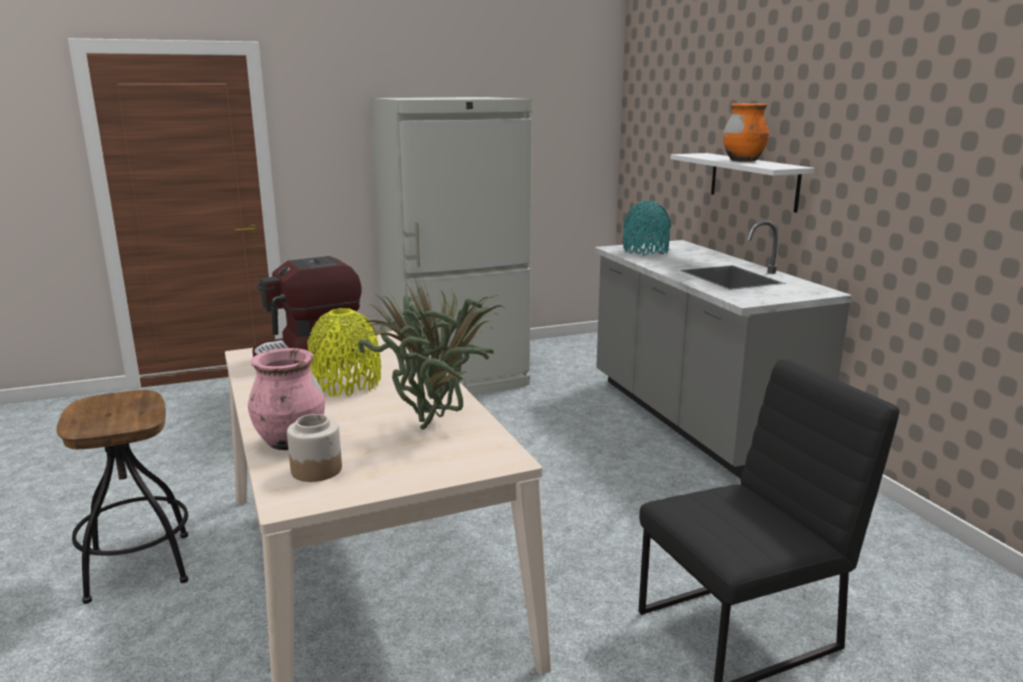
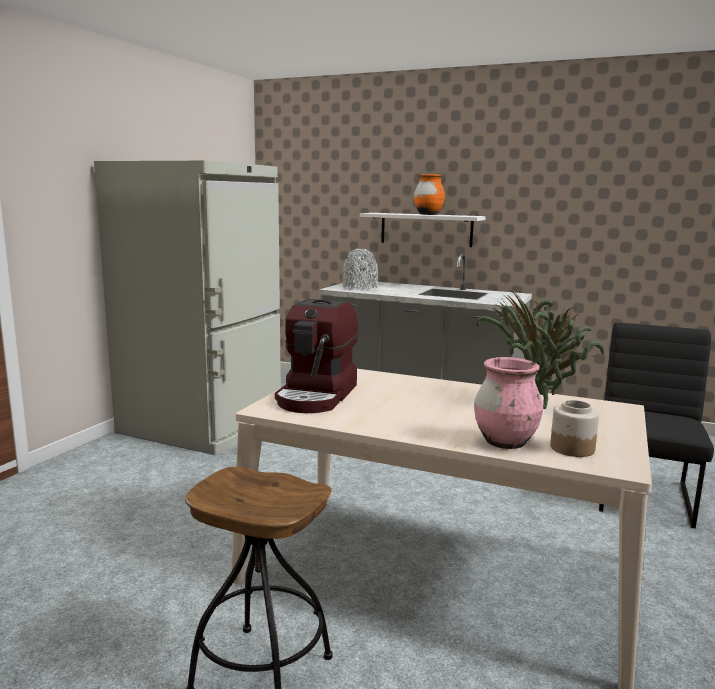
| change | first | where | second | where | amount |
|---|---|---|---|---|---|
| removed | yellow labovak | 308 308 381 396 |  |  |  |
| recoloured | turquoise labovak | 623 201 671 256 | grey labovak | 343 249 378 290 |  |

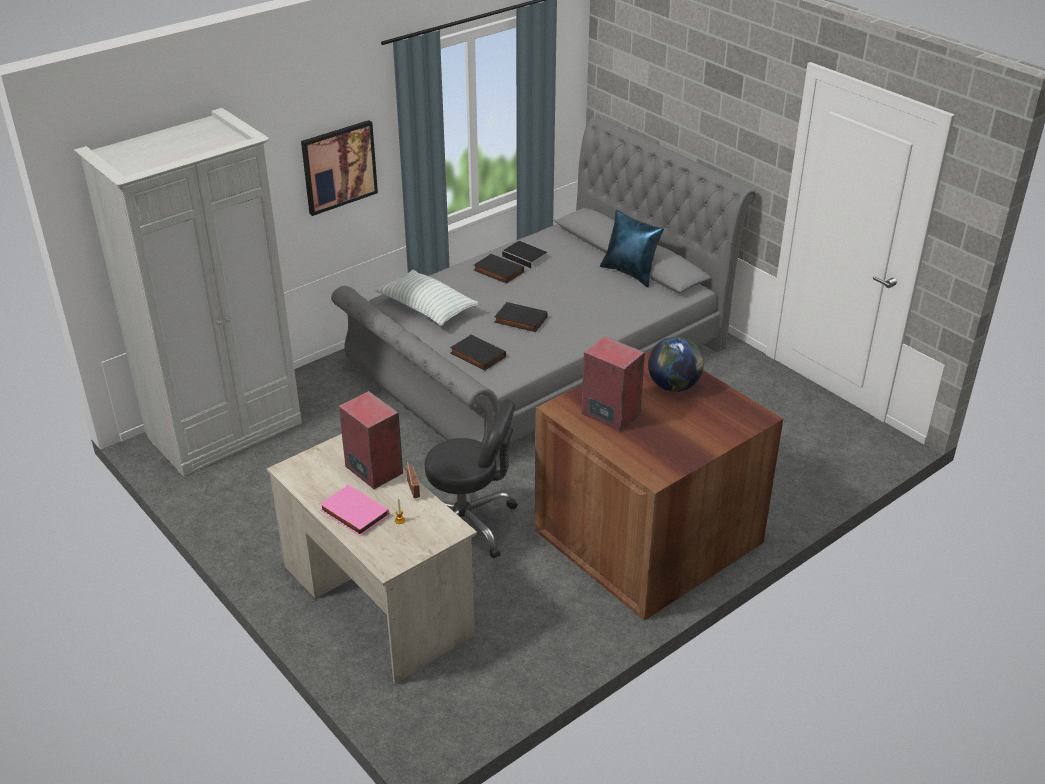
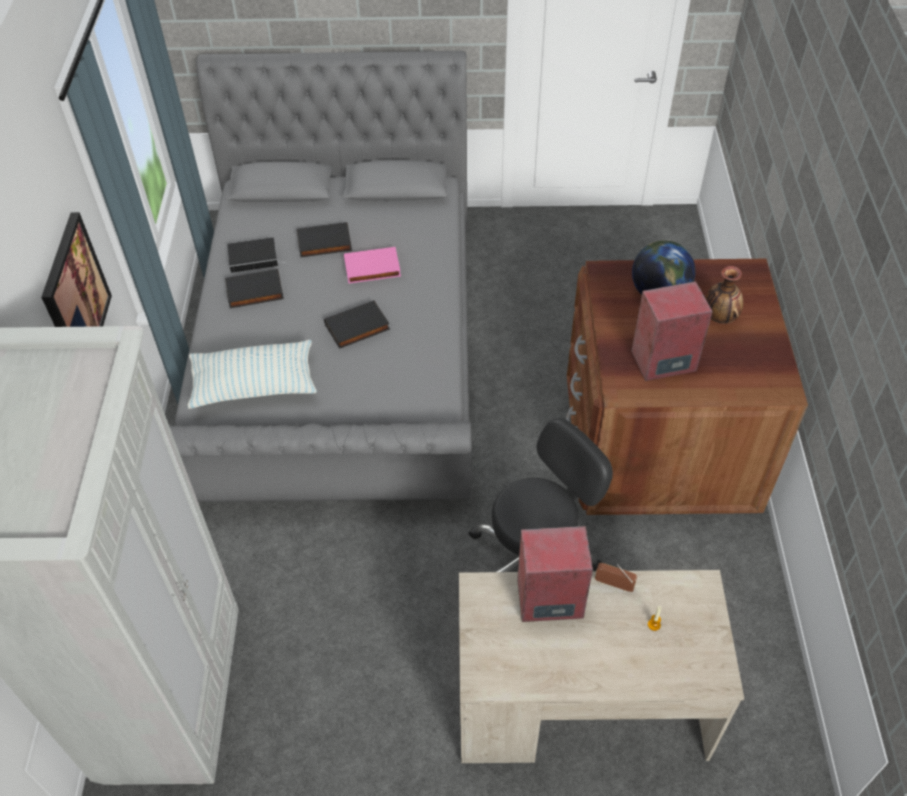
| change | first | where | second | where | amount |
|---|---|---|---|---|---|
| removed | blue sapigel | 600 210 664 287 |  |  |  |
| added |  |  | labovak | 705 266 743 324 |  |
| moved | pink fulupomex | 320 485 389 536 |  | 344 247 401 283 |  |
| moved | black fulupomex | 450 334 506 371 |  | 297 222 352 257 |  |

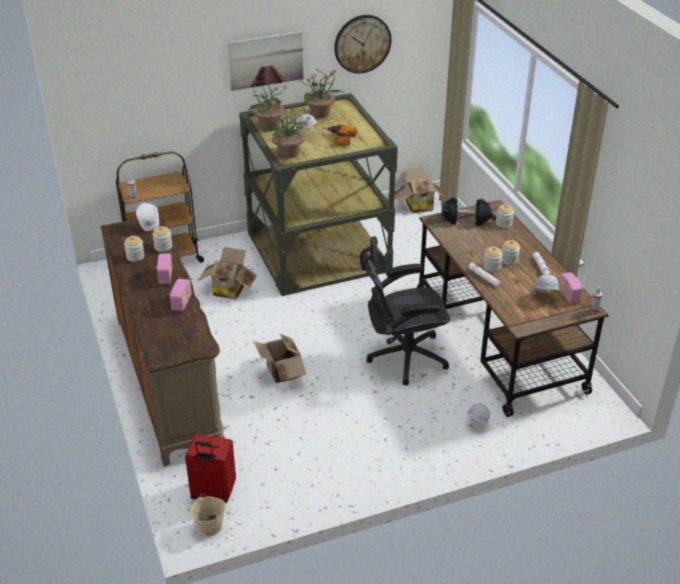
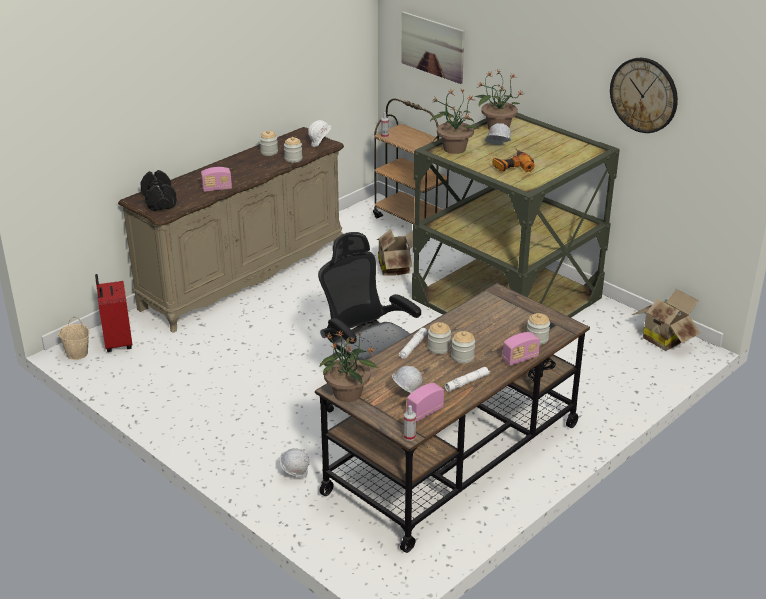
| change | first | where | second | where | amount |
|---|---|---|---|---|---|
| removed | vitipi | 253 334 306 383 |  |  |  |
| moved | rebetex | 157 253 172 284 |  | 502 332 540 366 |  |
| moved | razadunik | 228 31 303 91 |  | 401 12 465 84 |  |
| moved | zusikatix | 299 68 343 118 |  | 320 330 378 402 |  |
| moved | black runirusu | 441 197 492 226 |  | 140 170 177 211 |  |

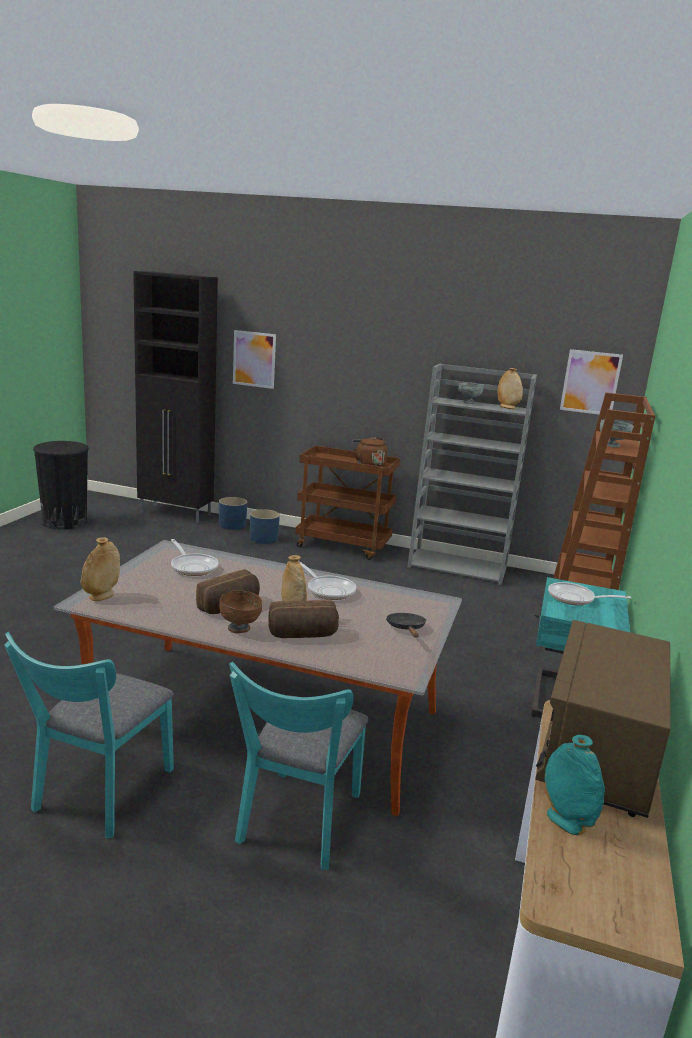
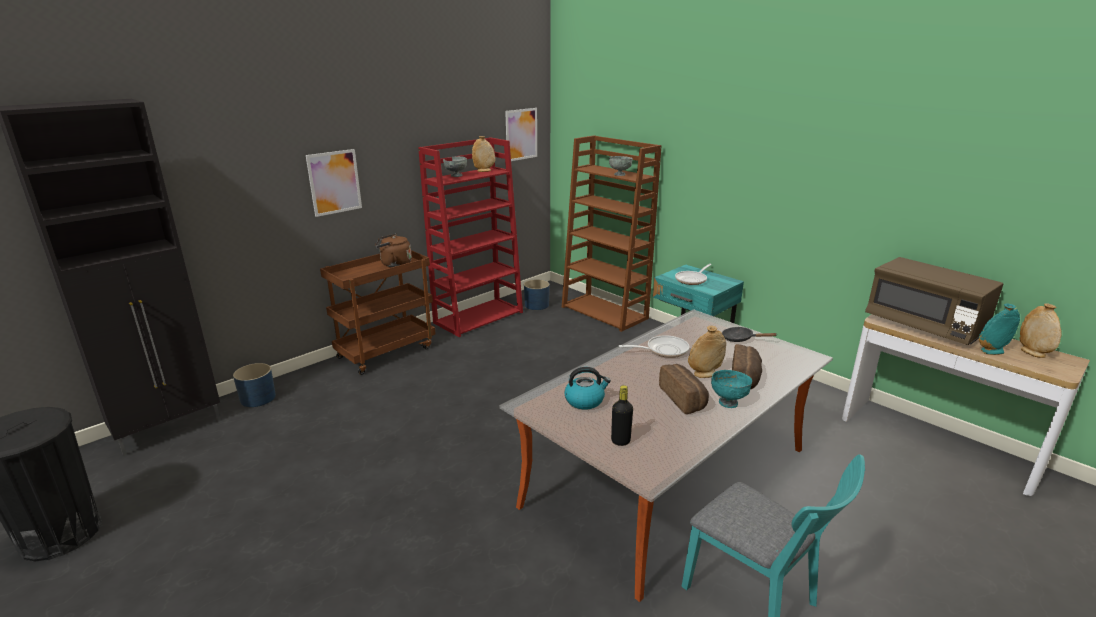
| change | first | where | second | where | amount |
|---|---|---|---|---|---|
| removed | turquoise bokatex | 229 662 368 870 |  |  |  |
| added |  |  | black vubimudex | 611 385 633 446 |  |
| moved | beige labovak | 81 537 120 601 |  | 1019 303 1061 358 |  |
| moved | razadunik | 233 330 276 389 |  | 306 149 362 217 |  |
| moved | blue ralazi | 250 509 280 544 |  | 524 279 550 310 |  |
| replaced | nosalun | 171 539 219 576 | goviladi | 565 367 611 410 |  |
| recoloured | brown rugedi | 219 591 262 633 | turquoise rugedi | 711 370 752 408 |  |
| recoloured | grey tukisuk | 407 363 537 585 | red tukisuk | 418 137 523 337 |  |

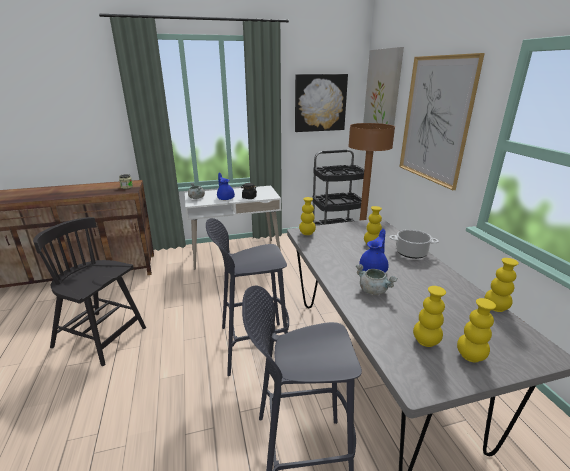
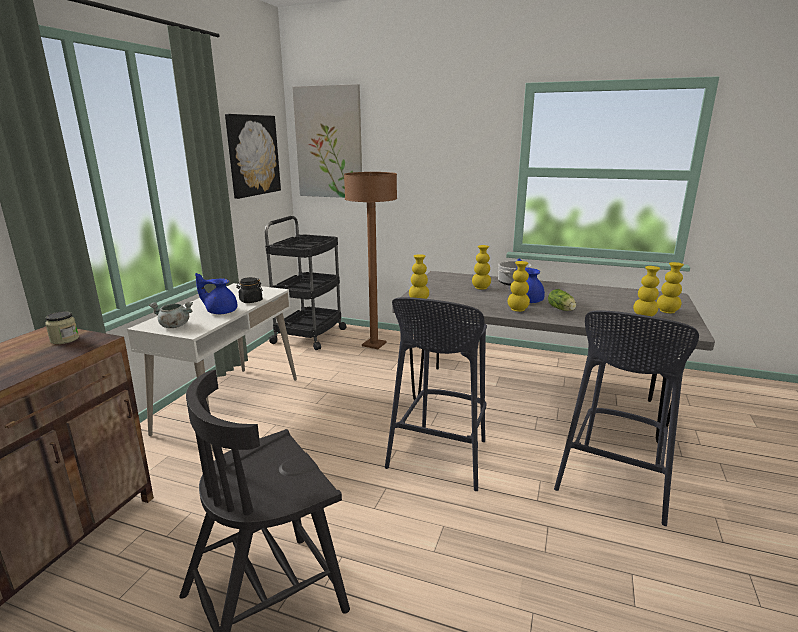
| change | first | where | second | where | amount |
|---|---|---|---|---|---|
| removed | razadunik | 399 53 485 190 |  |  |  |
| moved | yellow labovak | 485 258 519 312 |  | 508 261 530 312 |  |
| replaced | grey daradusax | 356 264 398 295 | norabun | 548 289 576 311 |  |

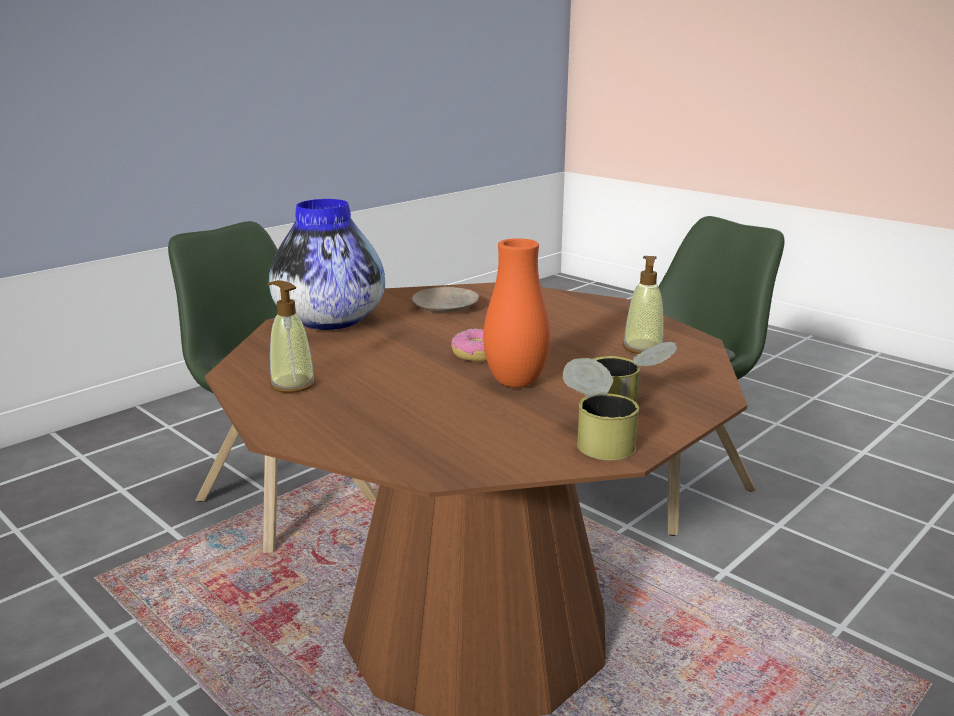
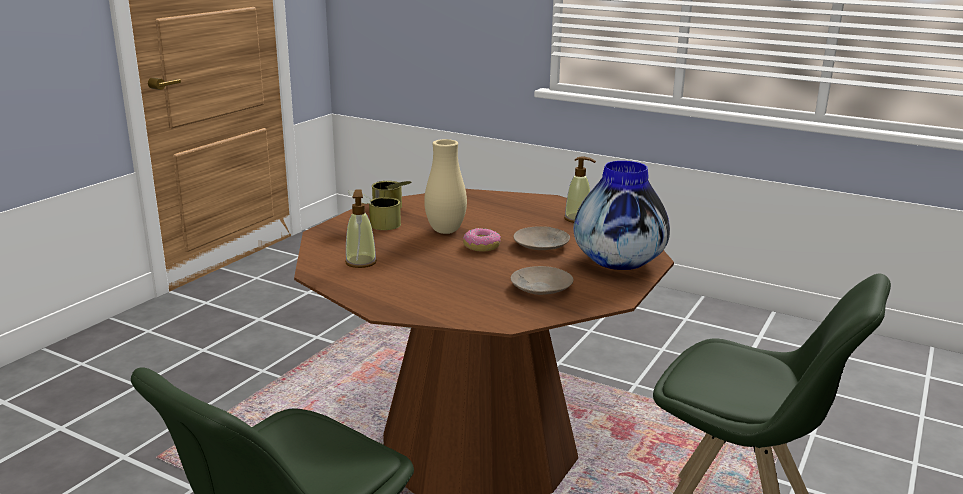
| change | first | where | second | where | amount |
|---|---|---|---|---|---|
| added |  |  | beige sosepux | 513 226 570 250 |  |
| recoloured | orange labovak | 483 238 551 388 | beige labovak | 424 139 467 234 |  |

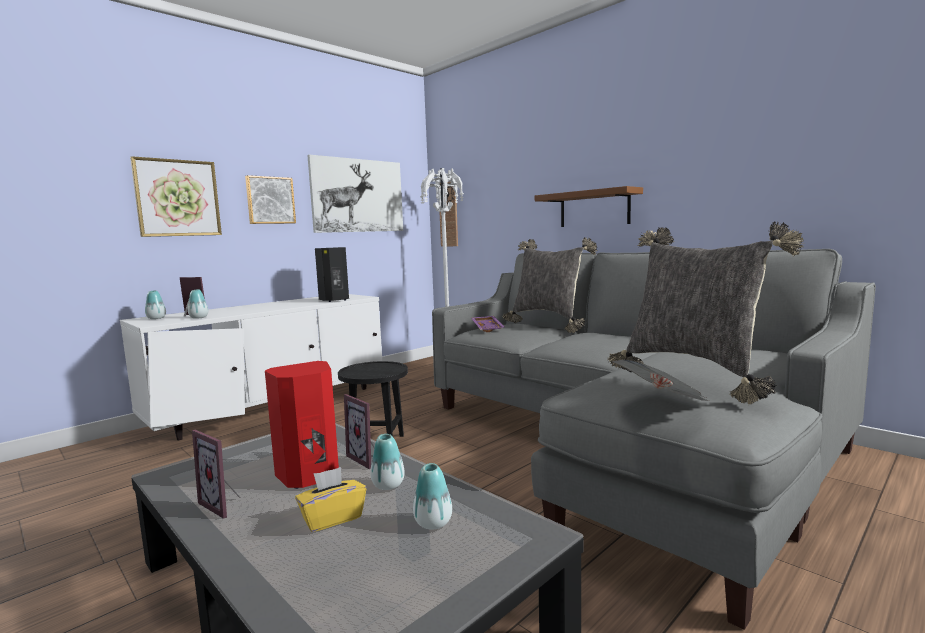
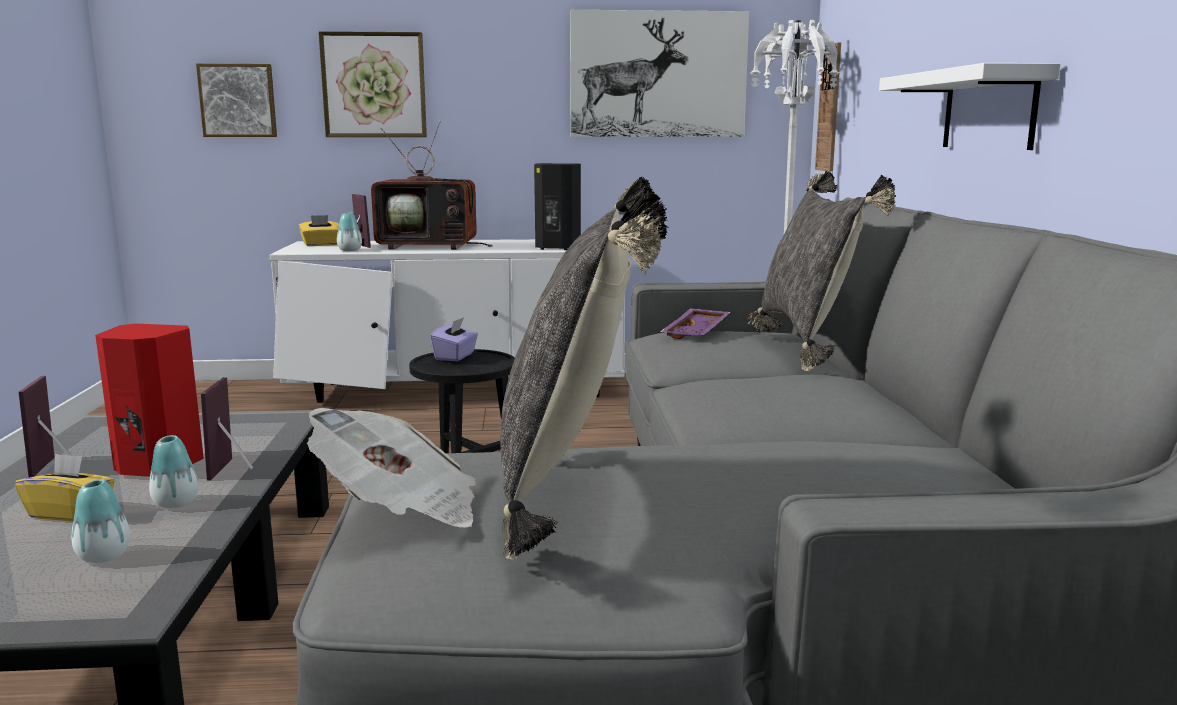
| change | first | where | second | where | amount |
|---|---|---|---|---|---|
| added |  |  | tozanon | 371 121 493 250 |  |
| added |  |  | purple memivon | 430 317 478 361 |  |
| moved | razadunik | 245 175 296 224 |  | 196 64 277 137 |  |
| replaced | labovak | 145 290 166 319 | yellow memivon | 299 215 339 246 |  |
| recoloured | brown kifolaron | 535 186 643 227 | white kifolaron | 879 63 1060 150 |  |

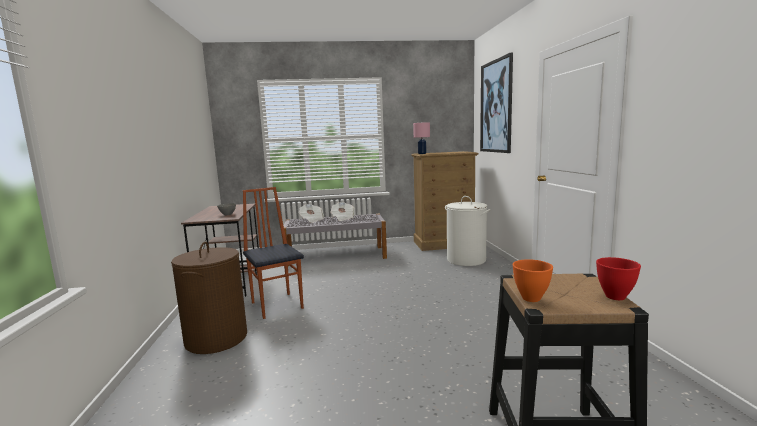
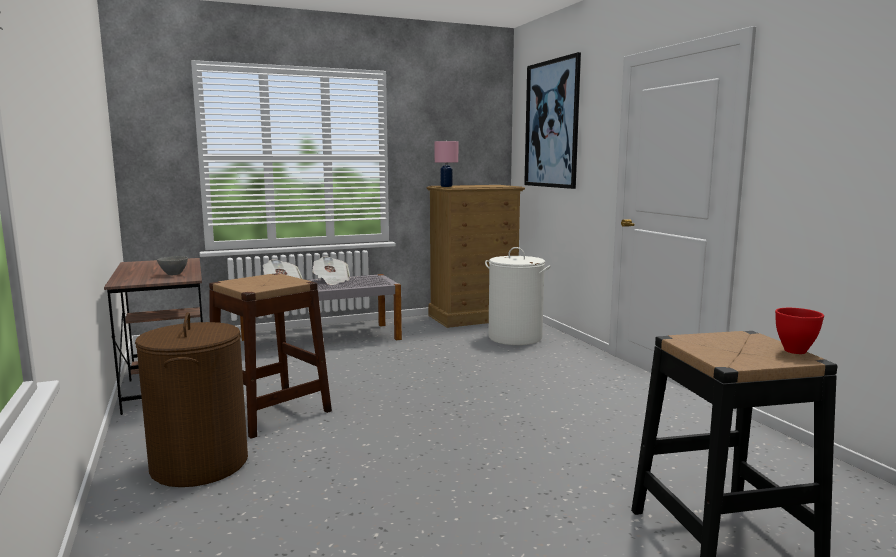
| change | first | where | second | where | amount |
|---|---|---|---|---|---|
| removed | orange rugedi | 513 259 553 302 |  |  |  |
| replaced | bokatex | 243 187 304 319 | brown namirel | 209 273 332 439 |  |

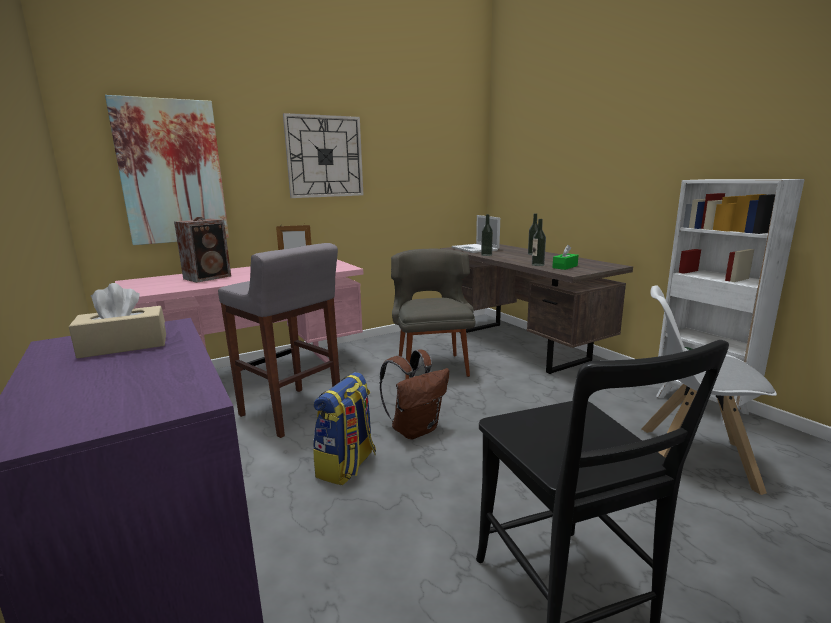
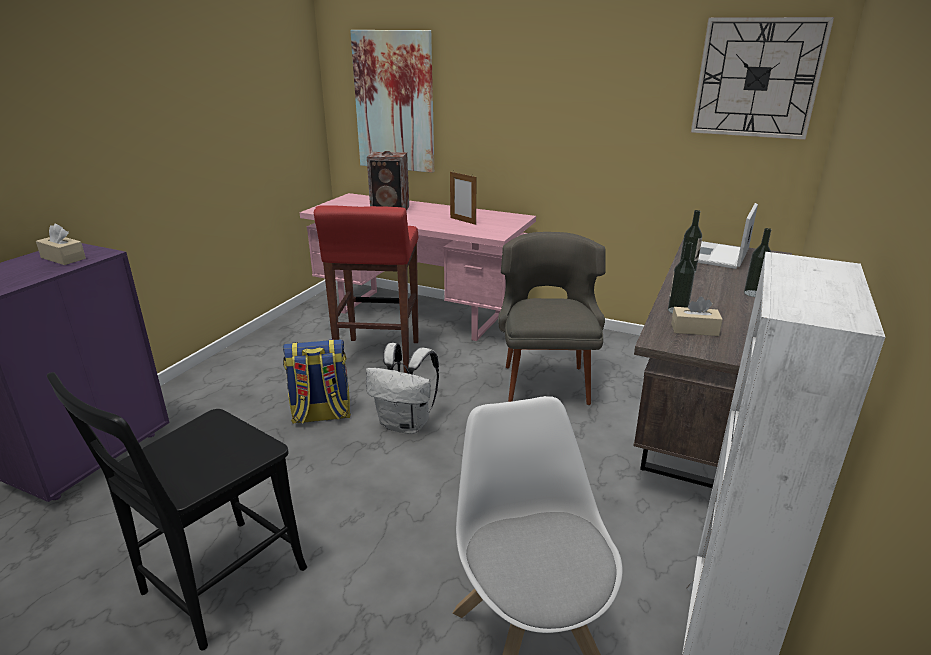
| change | first | where | second | where | amount |
|---|---|---|---|---|---|
| moved | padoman | 283 113 363 198 |  | 691 17 834 140 |  |
| recoloured | grey namirel | 218 243 340 438 | red namirel | 314 205 419 373 |  |
| recoloured | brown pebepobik | 379 349 449 439 | white pebepobik | 366 343 439 434 |  |
| recoloured | green memivon | 552 245 578 270 | beige memivon | 671 296 723 336 |  |
| turned | grey bokatex | 391 249 475 380 |  | 498 232 606 405 | 45 degrees counterclockwise |

